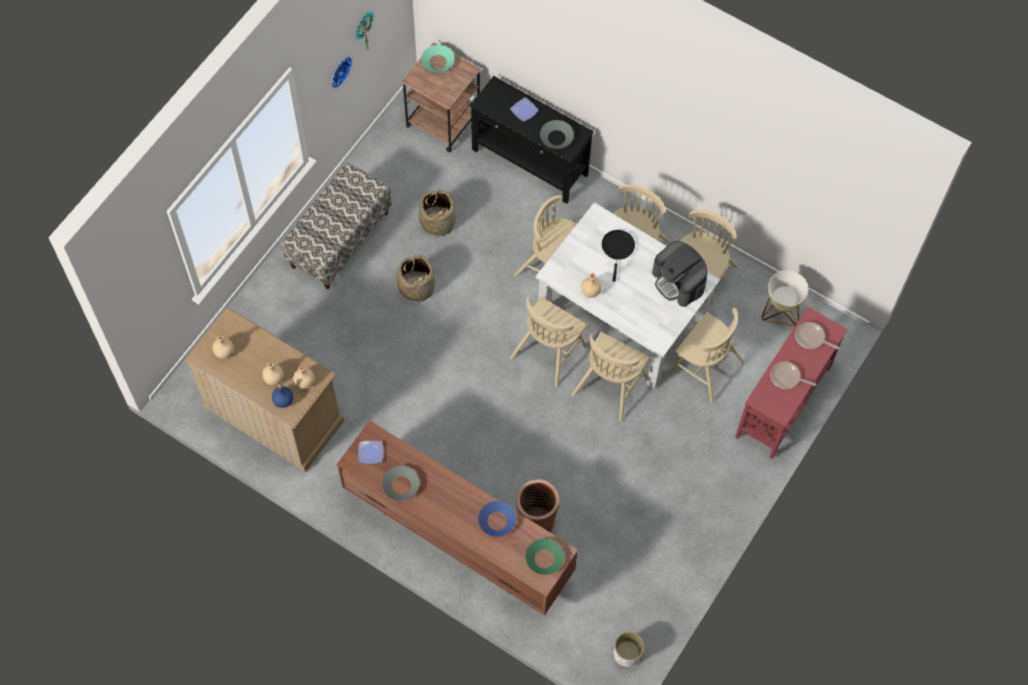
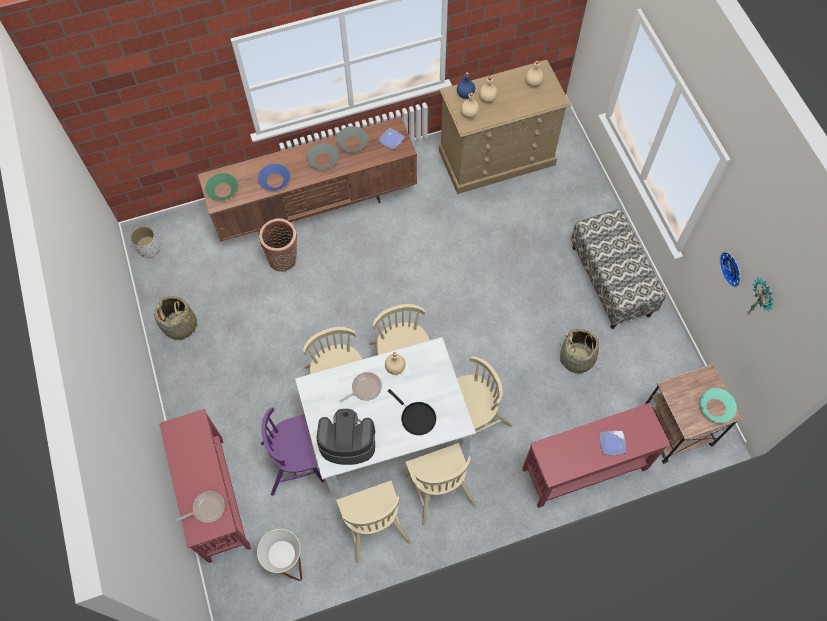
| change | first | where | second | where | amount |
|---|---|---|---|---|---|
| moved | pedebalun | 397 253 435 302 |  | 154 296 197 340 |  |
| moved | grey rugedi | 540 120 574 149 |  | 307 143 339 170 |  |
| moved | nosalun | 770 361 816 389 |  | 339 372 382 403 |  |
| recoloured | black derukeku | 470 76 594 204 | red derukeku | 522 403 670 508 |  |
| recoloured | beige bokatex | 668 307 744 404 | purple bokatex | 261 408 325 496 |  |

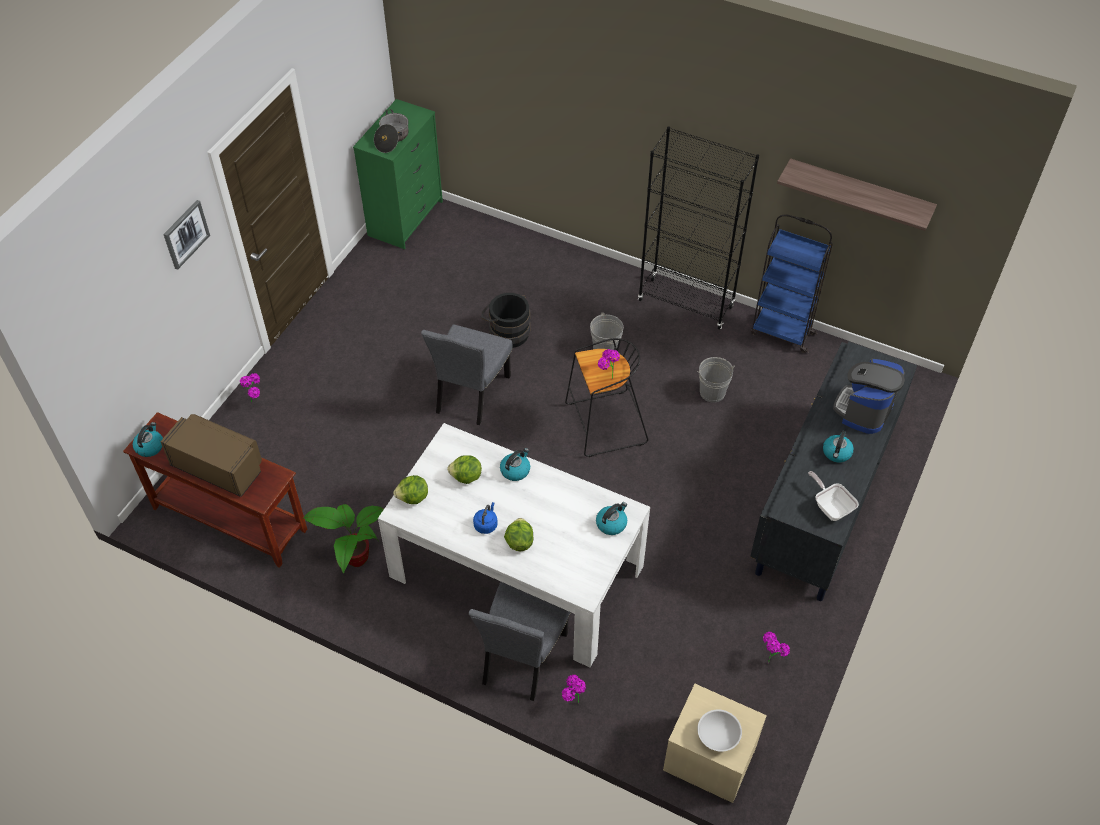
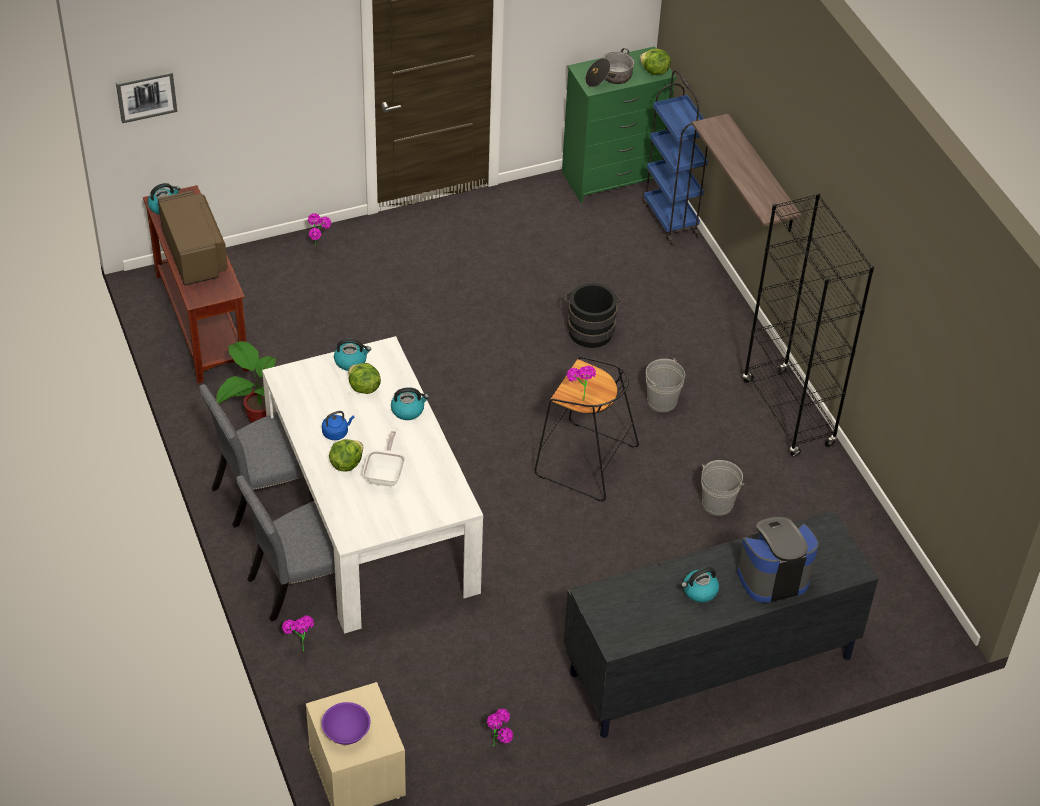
| change | first | where | second | where | amount |
|---|---|---|---|---|---|
| moved | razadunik | 163 200 210 270 |  | 116 71 177 123 |  |
| moved | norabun | 394 475 428 504 |  | 640 49 671 75 |  |
| moved | grey bokatex | 421 324 513 425 |  | 199 384 314 528 |  |
| moved | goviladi | 596 502 627 535 |  | 334 339 371 371 |  |
| moved | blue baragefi | 750 214 833 353 |  | 644 70 708 245 |  |
| moved | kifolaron | 777 158 937 231 |  | 692 114 801 233 |  |
| moved | nosalun | 808 471 859 521 |  | 363 431 405 486 |  |
| recoloured | white rugedi | 697 709 742 752 | purple rugedi | 322 702 371 745 |  |

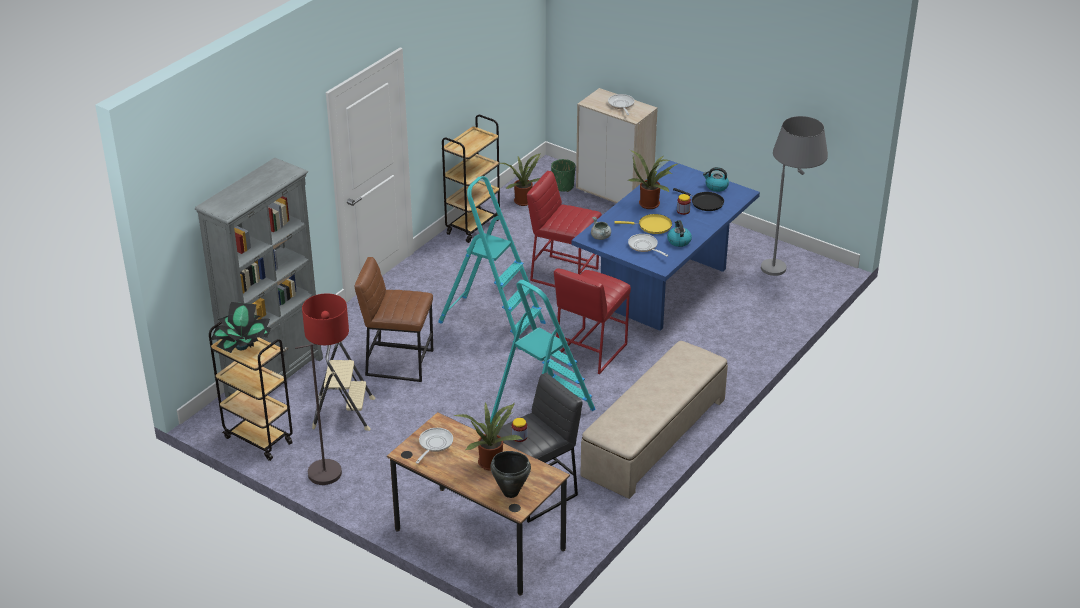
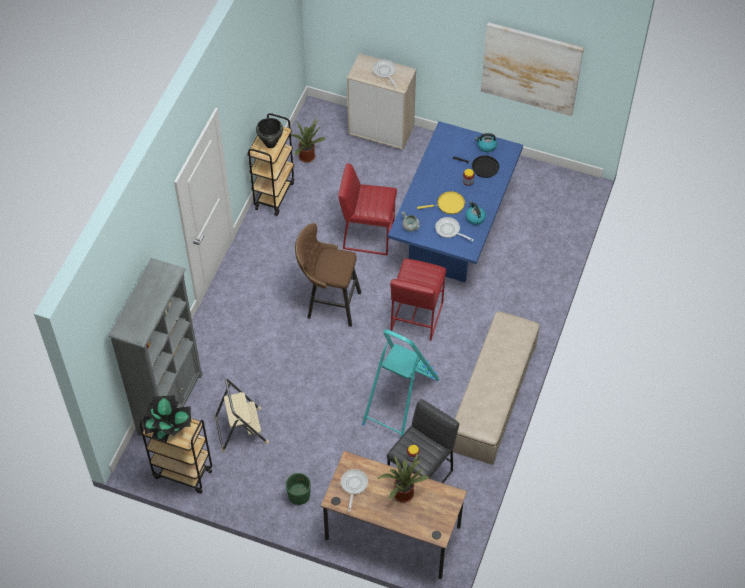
| change | first | where | second | where | amount |
|---|---|---|---|---|---|
| removed | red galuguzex | 295 293 349 485 |  |  |  |
| removed | brown bokatex | 354 257 433 382 |  |  |  |
| removed | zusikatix | 628 150 679 209 |  |  |  |
| removed | grey galuguzex | 761 116 828 276 |  |  |  |
| added |  |  | razadunik | 481 22 584 116 |  |
| moved | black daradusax | 490 451 531 498 |  | 256 118 283 148 |  |
| moved | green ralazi | 551 159 575 192 |  | 286 473 311 505 |  |
| replaced | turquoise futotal | 438 176 546 350 | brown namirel | 295 223 361 327 |  |

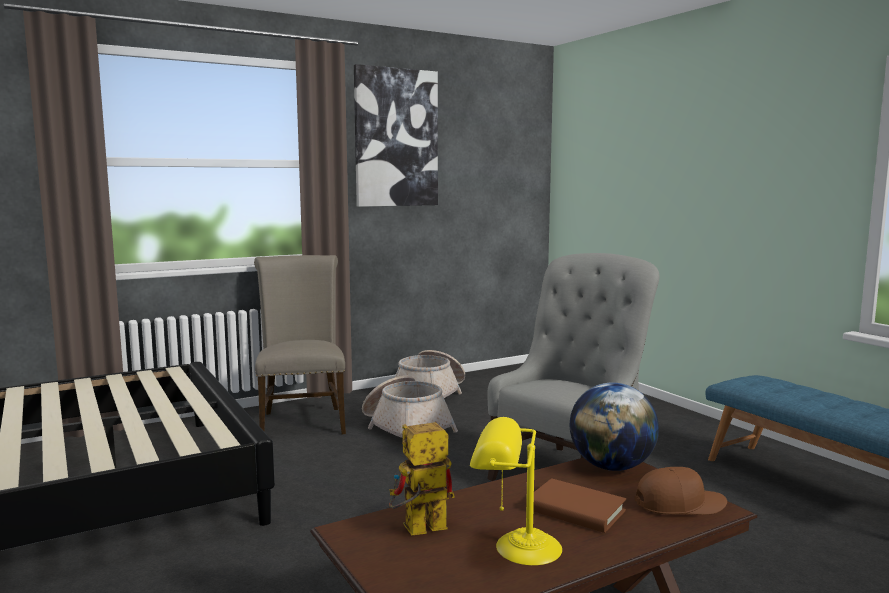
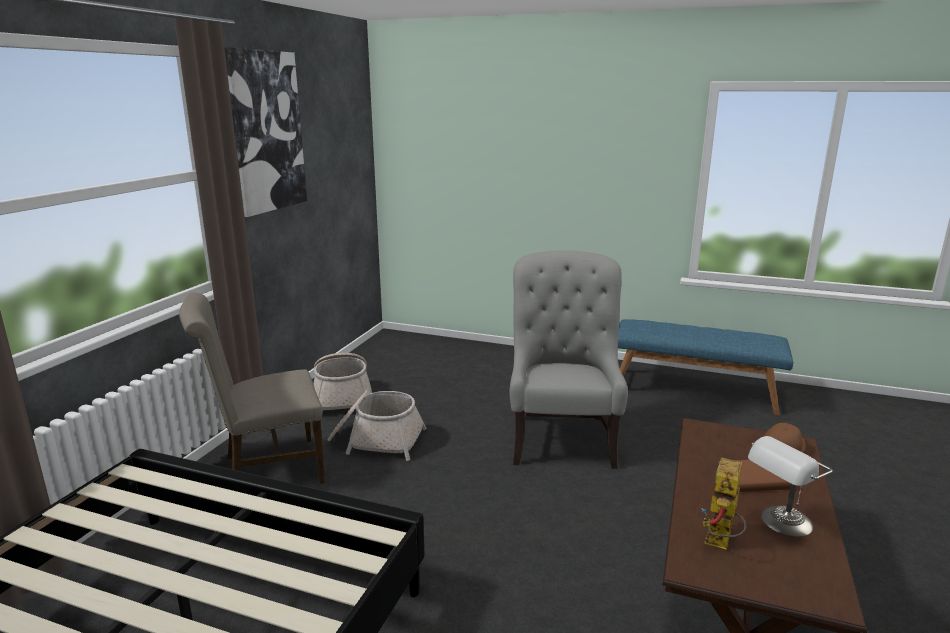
| change | first | where | second | where | amount |
|---|---|---|---|---|---|
| removed | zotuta | 570 382 659 471 |  |  |  |
| recoloured | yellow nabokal | 470 417 562 565 | white nabokal | 748 436 833 537 |  |
| turned | beige bokatex | 254 255 346 434 |  | 179 293 325 484 | 60 degrees counterclockwise |

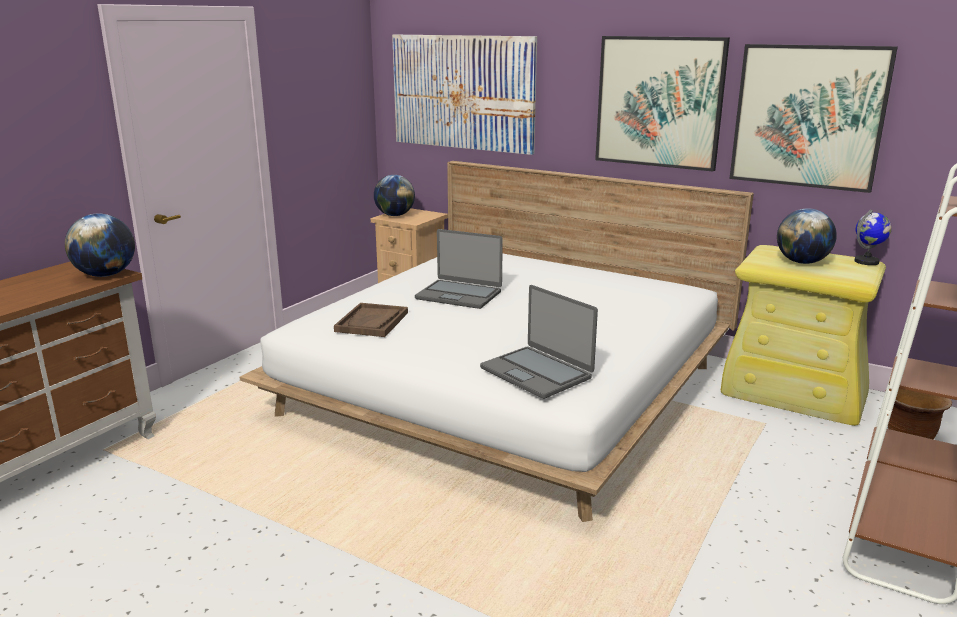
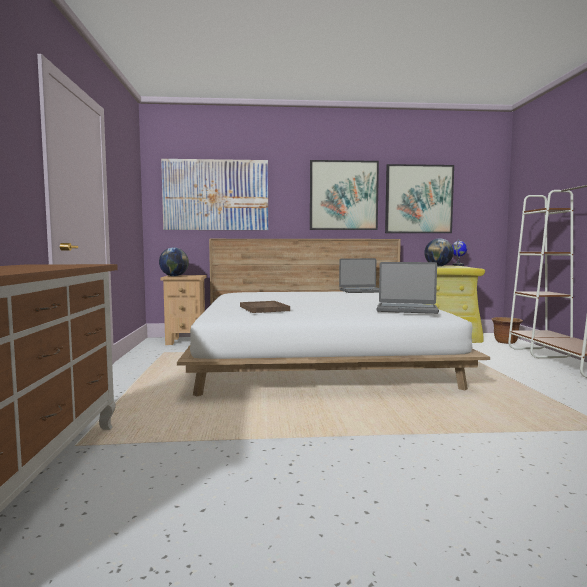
| change | first | where | second | where | amount |
|---|---|---|---|---|---|
| removed | zotuta | 65 214 135 277 |  |  |  |
| moved | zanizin | 415 229 503 309 |  | 339 258 379 293 |  |

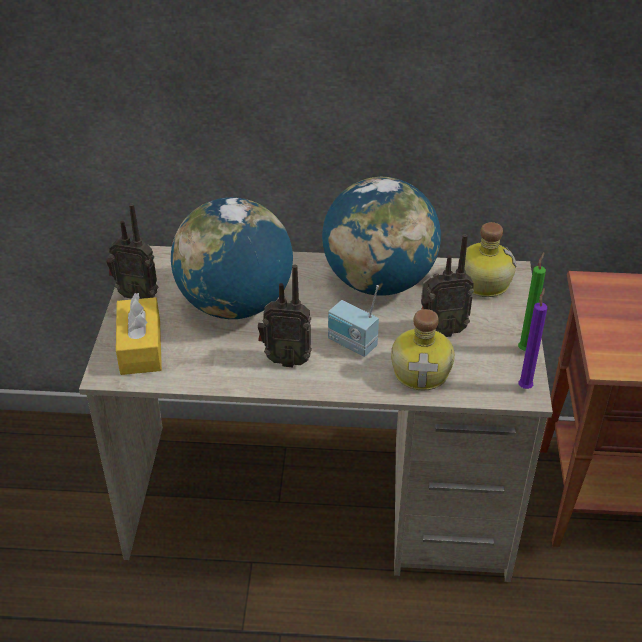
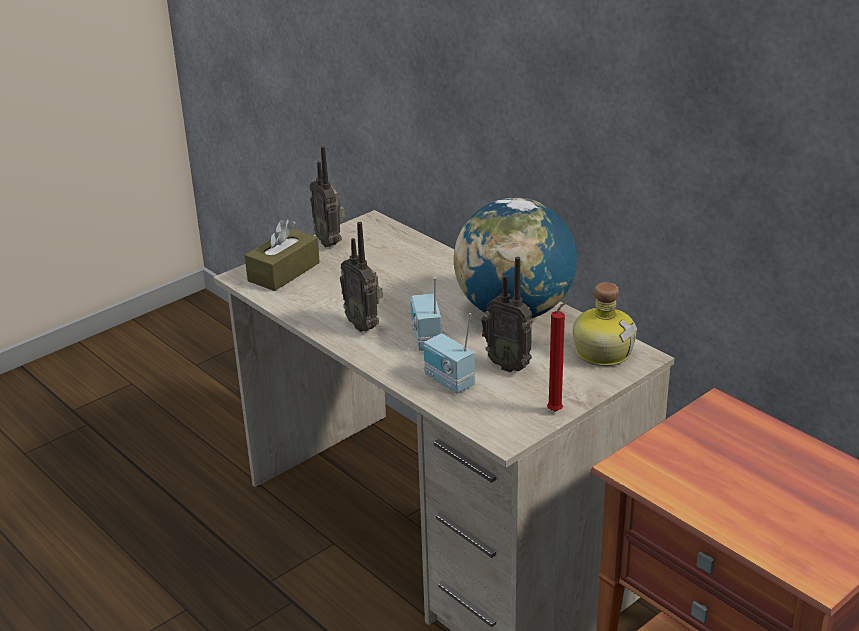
| change | first | where | second | where | amount |
|---|---|---|---|---|---|
| removed | zotuta | 171 197 293 319 |  |  |  |
| removed | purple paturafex | 518 288 547 389 |  |  |  |
| replaced | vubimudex | 391 309 455 391 | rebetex | 424 313 475 394 |  |
| recoloured | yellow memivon | 116 293 162 375 | brown memivon | 245 219 320 291 |  |
| recoloured | green paturafex | 518 252 546 351 | red paturafex | 547 299 570 412 |  |

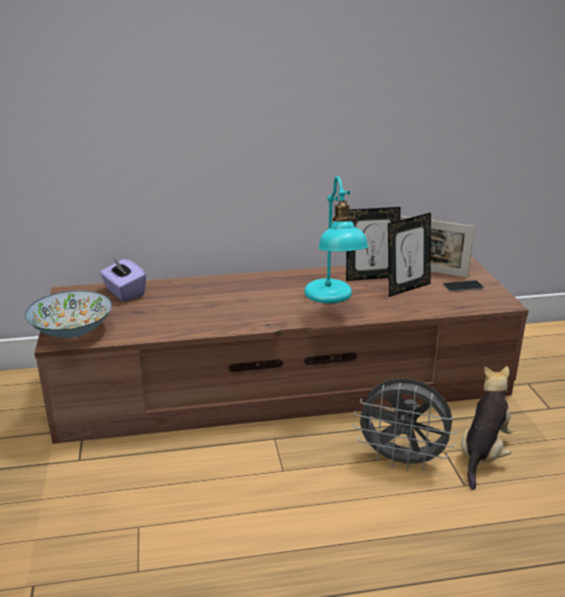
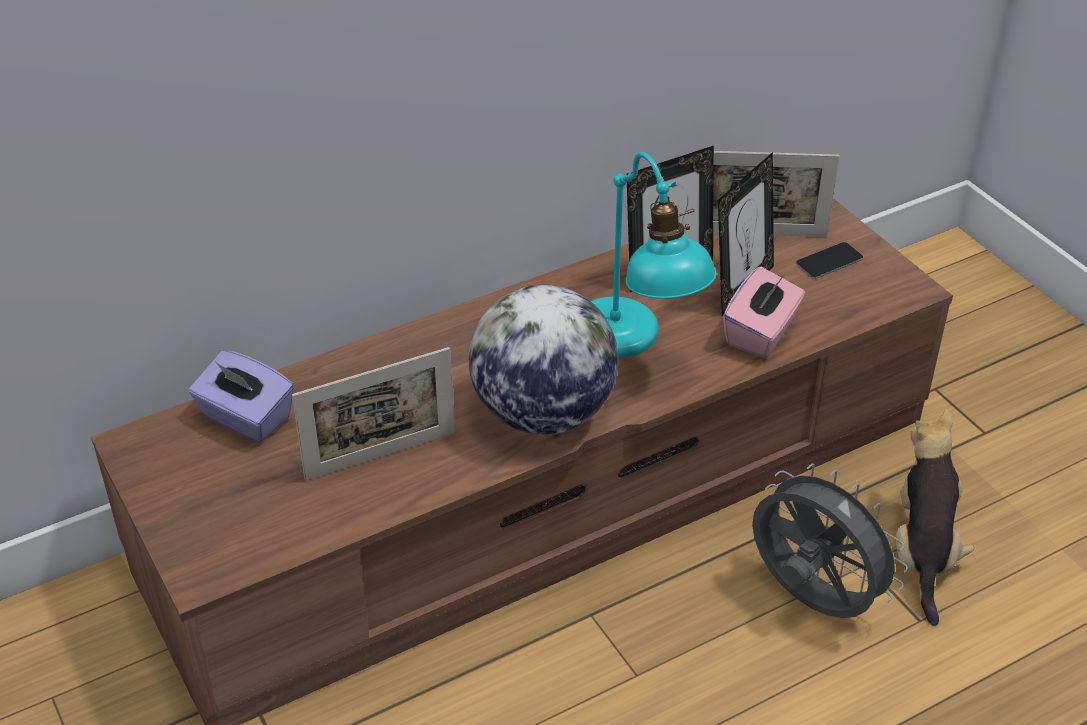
| change | first | where | second | where | amount |
|---|---|---|---|---|---|
| removed | rugedi | 25 291 112 338 |  |  |  |
| added |  |  | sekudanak | 292 347 455 480 |  |
| added |  |  | zotuta | 469 285 618 435 |  |
| added |  |  | pink memivon | 723 267 805 358 |  |
| turned | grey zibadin | 353 378 457 471 |  | 752 463 908 618 | 135 degrees counterclockwise |

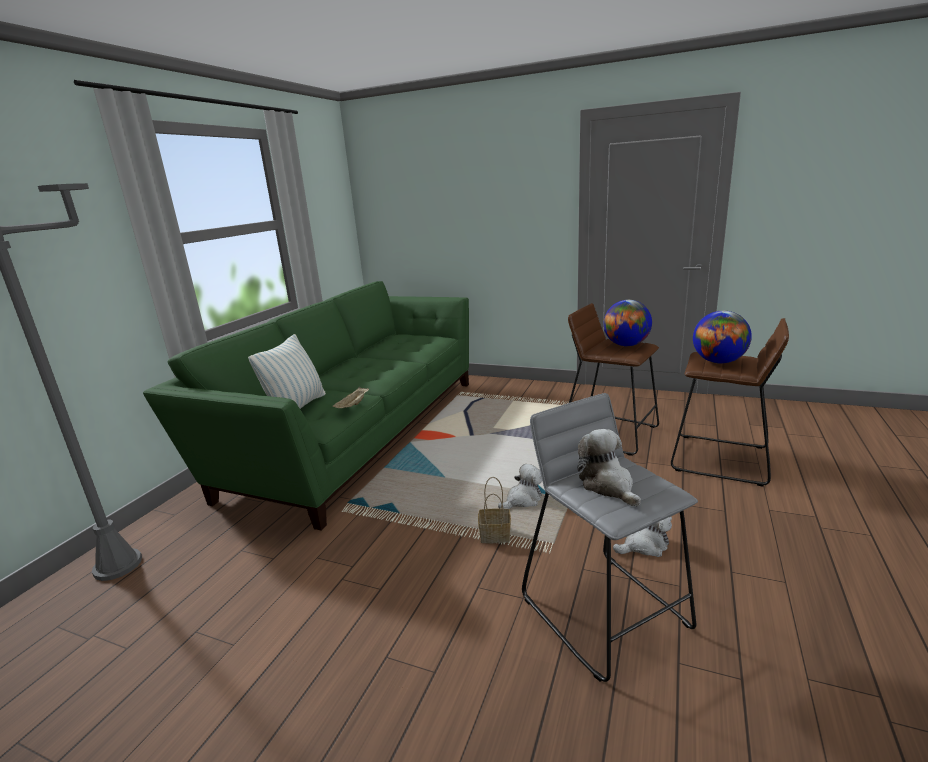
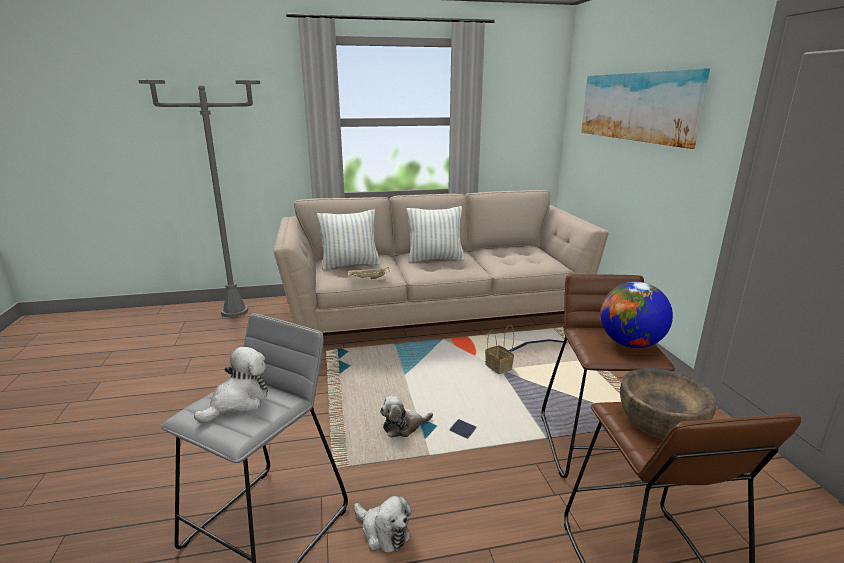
| change | first | where | second | where | amount |
|---|---|---|---|---|---|
| added |  |  | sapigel | 407 206 465 263 |  |
| added |  |  | razadunik | 581 68 710 149 |  |
| moved | pedebalun | 478 477 511 543 |  | 485 325 514 374 |  |
| replaced | zotuta | 693 311 752 364 | brown rugedi | 620 368 716 440 |  |
| recoloured | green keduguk | 143 281 469 531 | beige keduguk | 274 190 609 336 |  |
| turned | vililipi | 498 464 542 509 |  | 380 396 433 437 | 135 degrees clockwise |

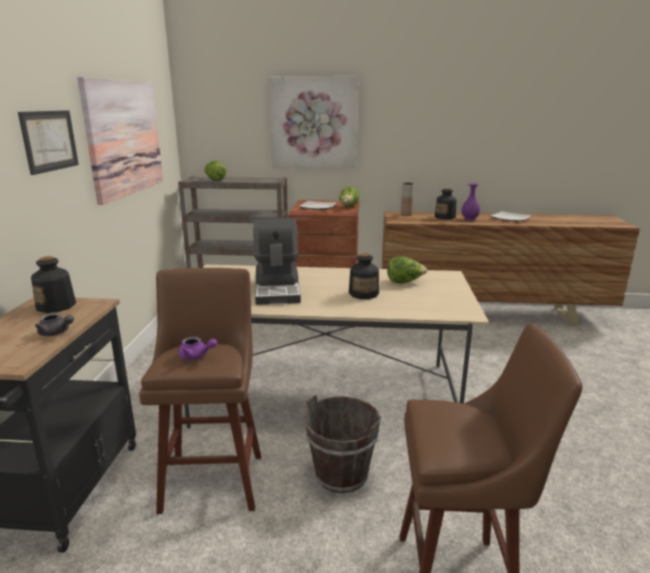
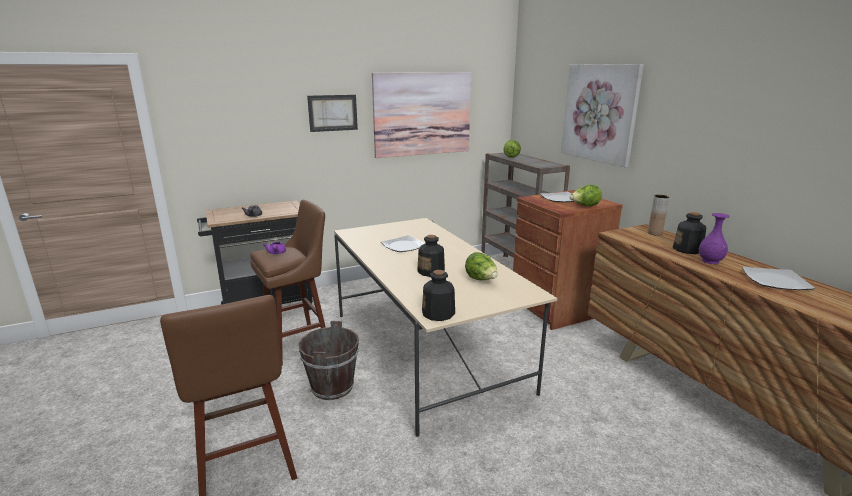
| change | first | where | second | where | amount |
|---|---|---|---|---|---|
| moved | vubimudex | 31 256 76 313 |  | 422 270 455 321 |  |
| replaced | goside | 253 218 301 305 | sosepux | 381 235 425 252 |  |

